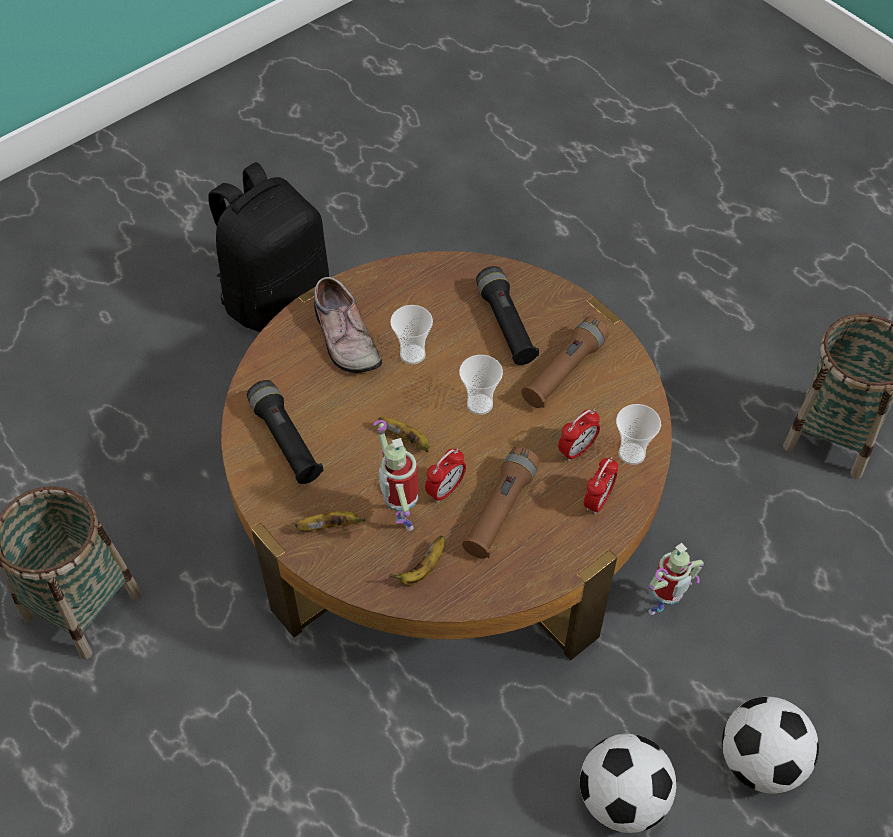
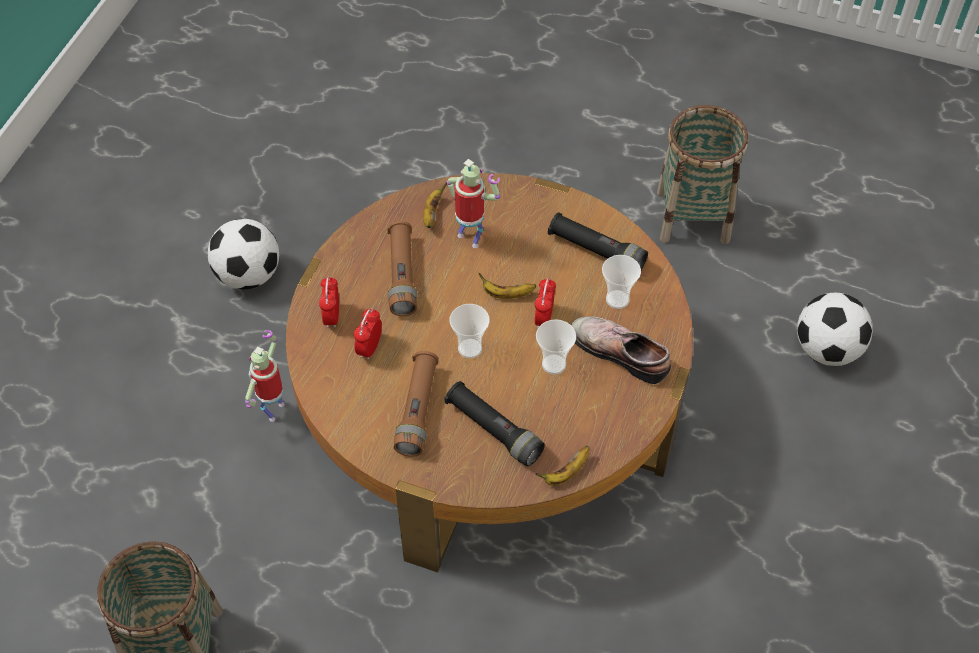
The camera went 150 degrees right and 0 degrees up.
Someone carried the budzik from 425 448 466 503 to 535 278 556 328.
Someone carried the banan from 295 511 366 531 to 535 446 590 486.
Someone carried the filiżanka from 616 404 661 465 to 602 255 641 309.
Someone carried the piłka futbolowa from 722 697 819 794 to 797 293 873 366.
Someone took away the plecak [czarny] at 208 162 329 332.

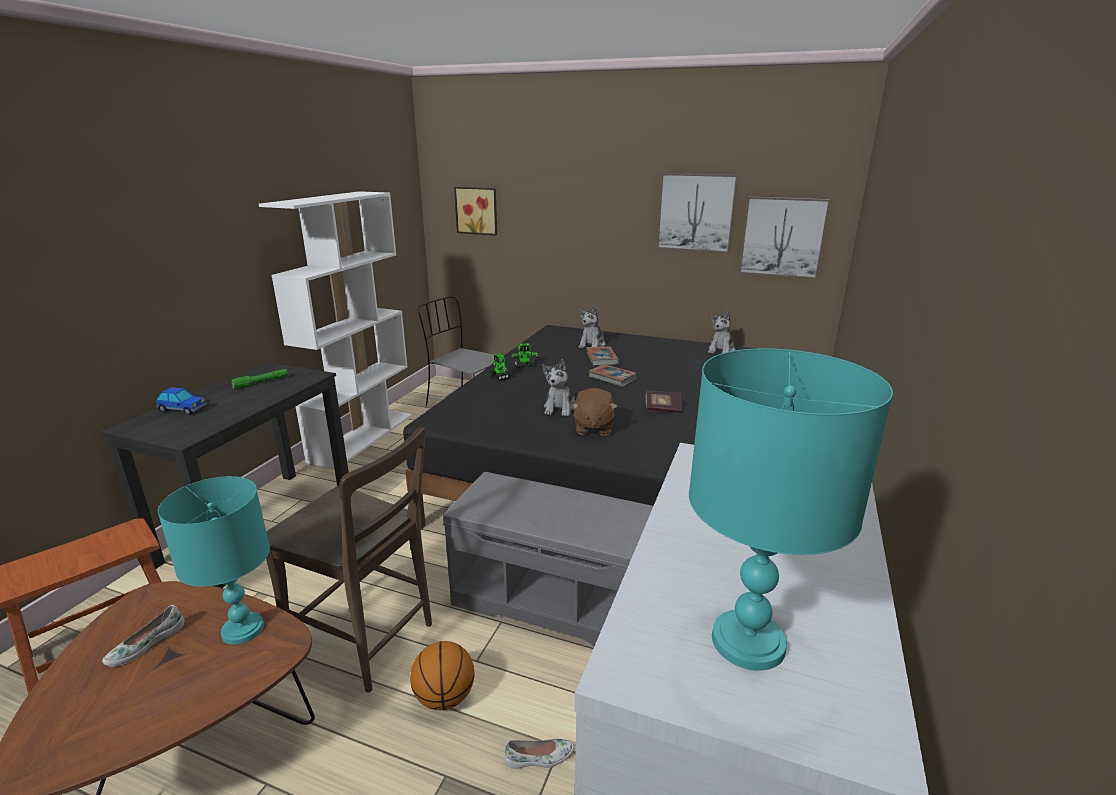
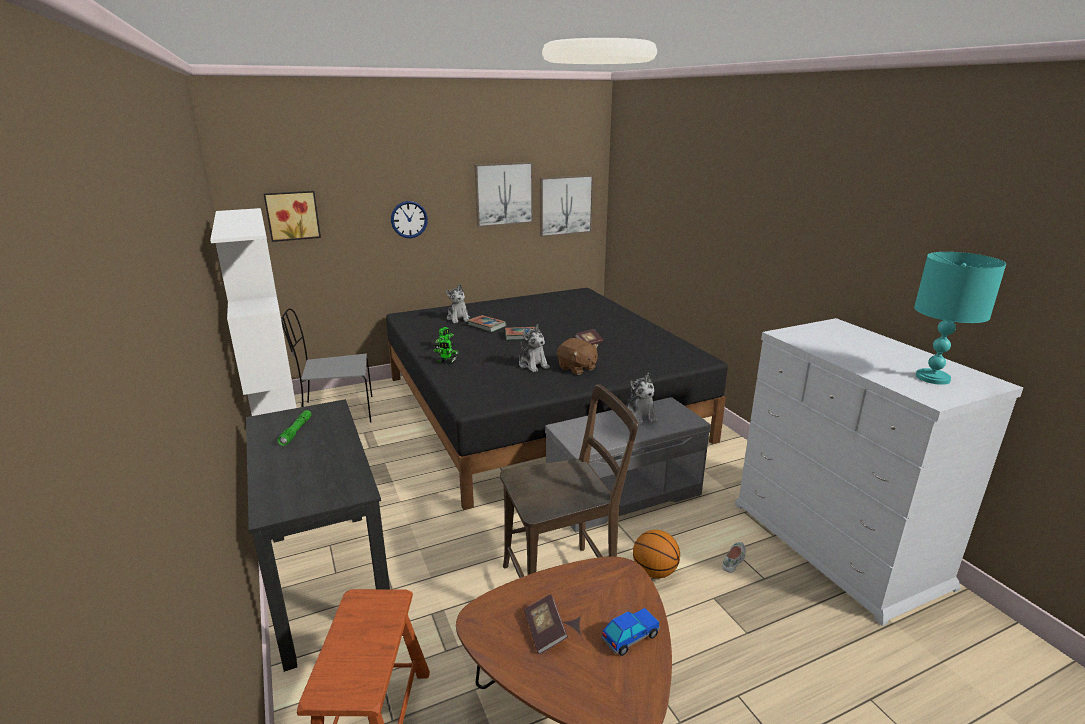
The camera went 45 degrees left and 0 degrees up.
Someone put up the zegar ścienny at 391 201 428 238.
Someone swapped the but [biały] at 102 605 184 667 for the książka at 524 594 568 654.
Someone carried the samochodzik from 156 387 207 415 to 601 608 660 656.
Someone carried the pluszak from 708 310 736 354 to 627 373 658 425.
Someone took away the lampa stołowa [turkusowy] at 158 476 270 645.

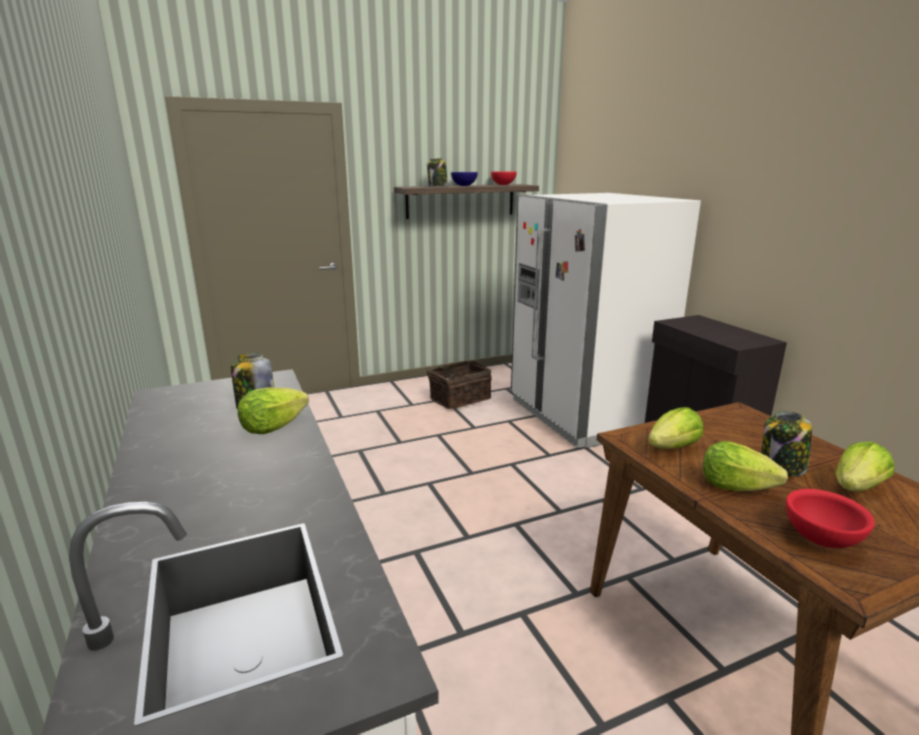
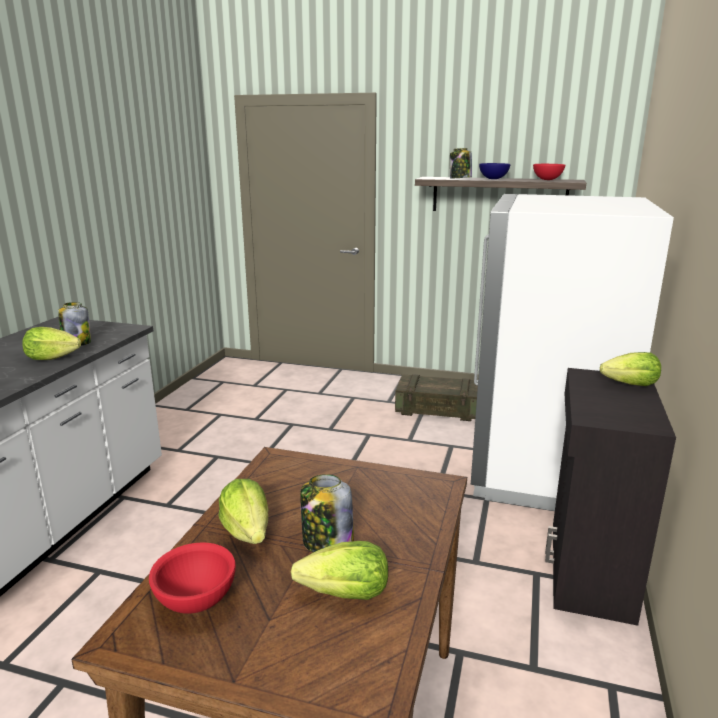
The camera went 40 degrees right and 0 degrees up.
Someone swapped the koszyk at 426 361 491 409 for the skrzynka at 395 374 478 421.
Someone carried the sałata from 648 407 703 449 to 600 352 661 386.

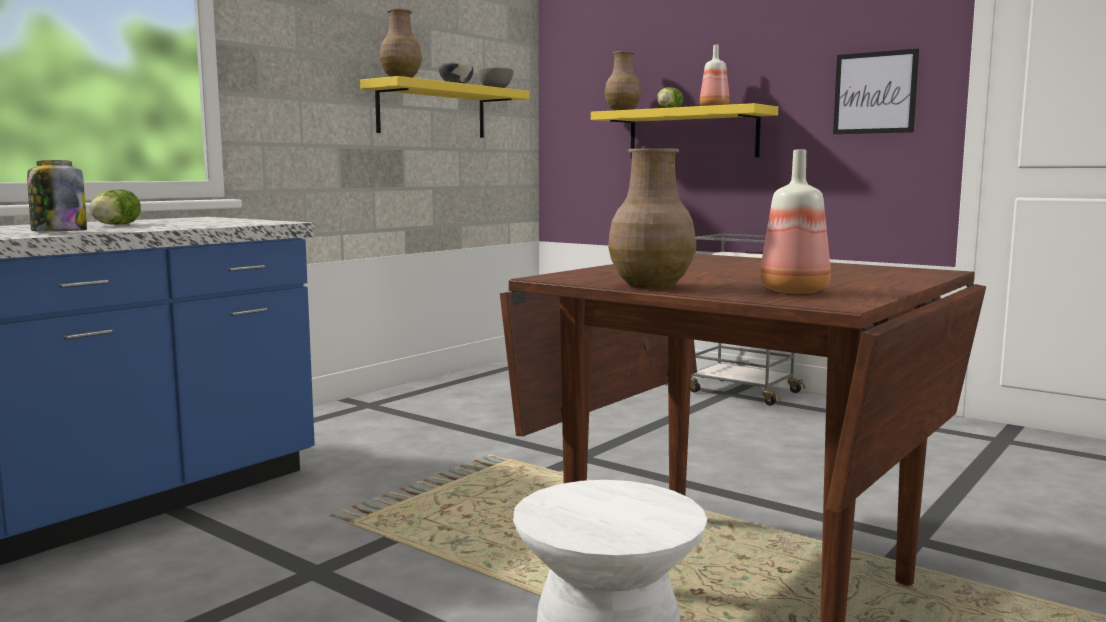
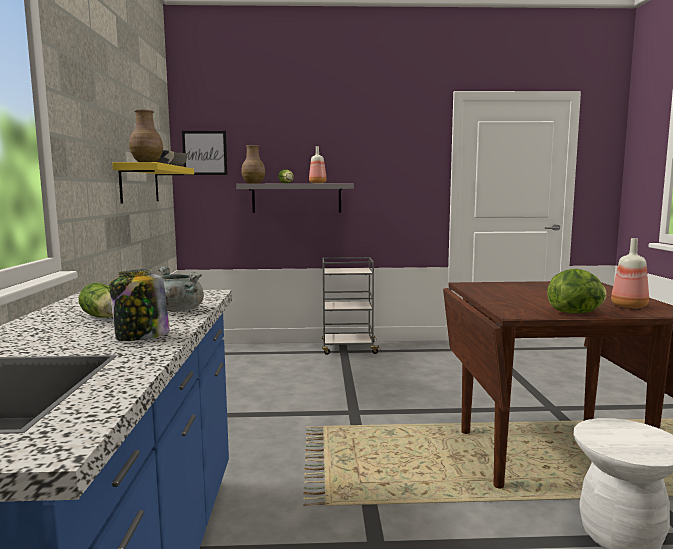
The camera went 40 degrees left and 0 degrees up.
Someone put down the garnek [szary] at 158 266 204 312.
Someone carried the obraz from 833 49 919 134 to 182 131 227 175.
Someone repainted the półka [żółty] at 591 103 778 159, which became the półka [szary] at 236 183 354 213.
Someone swapped the wazon [brązowy] at 608 148 696 289 for the sałata at 547 269 607 313.

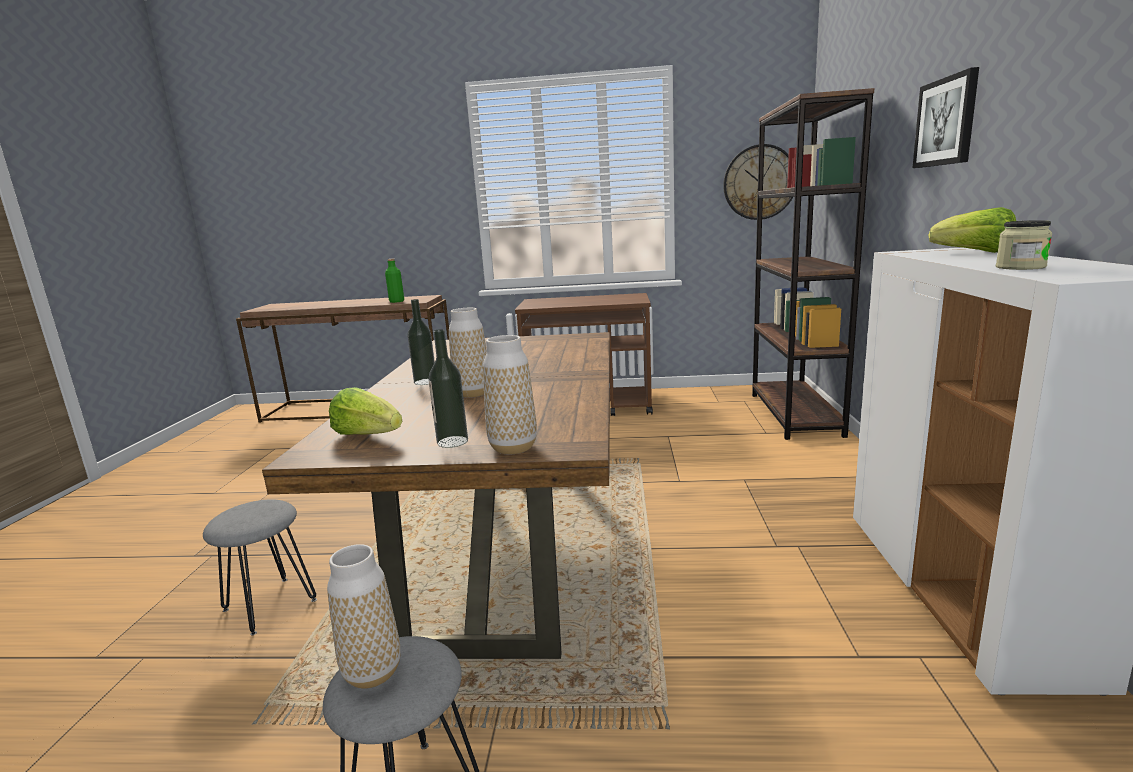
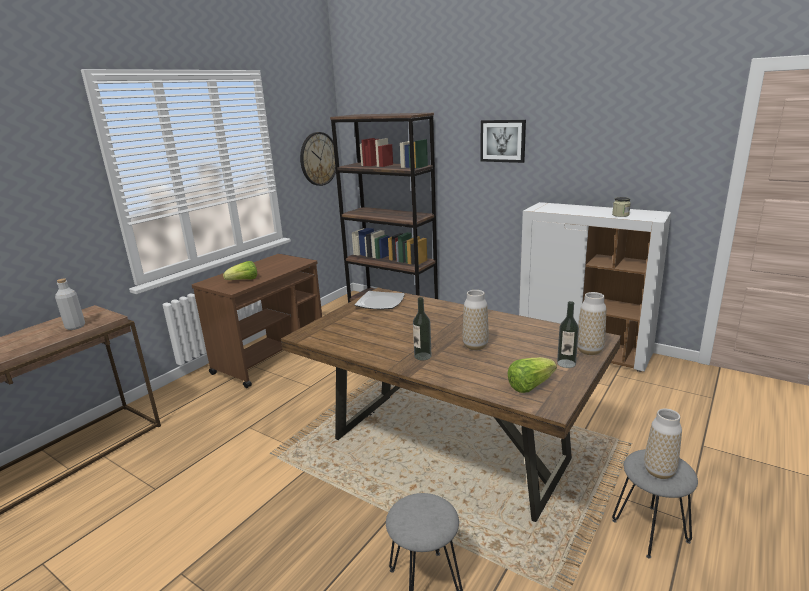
The camera went 60 degrees left and 5 degrees up.
Someone repainted the butelka [zielony] at 385 259 404 303, which became the butelka [szary] at 55 279 85 330.
Someone carried the sałata from 928 207 1016 253 to 223 261 257 280.
Someone put down the talerz at 355 291 405 310.

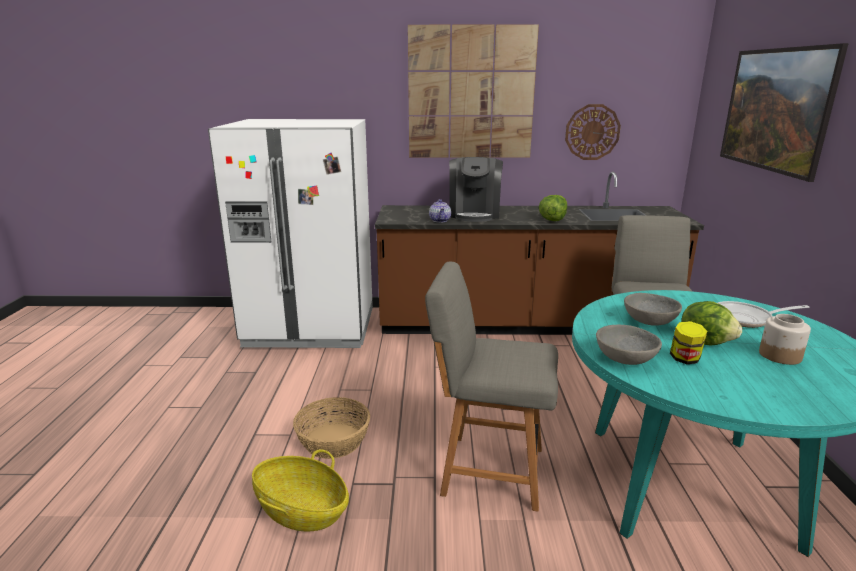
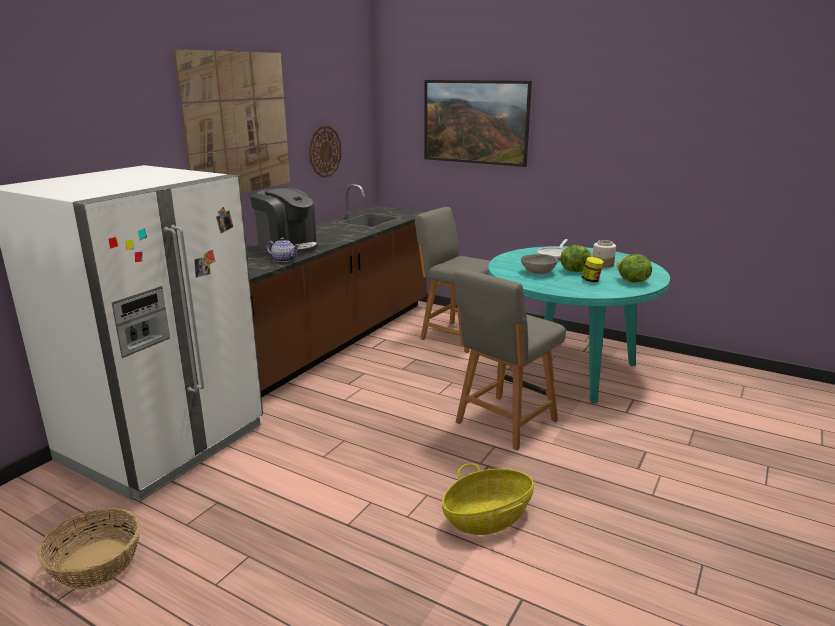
The camera went 60 degrees left and 0 degrees up.
Someone carried the koszyk from 293 397 370 459 to 38 508 140 589.
Someone carried the sałata from 539 195 567 221 to 617 254 652 283.
Someone took away the miska [szary] at 596 325 662 365.

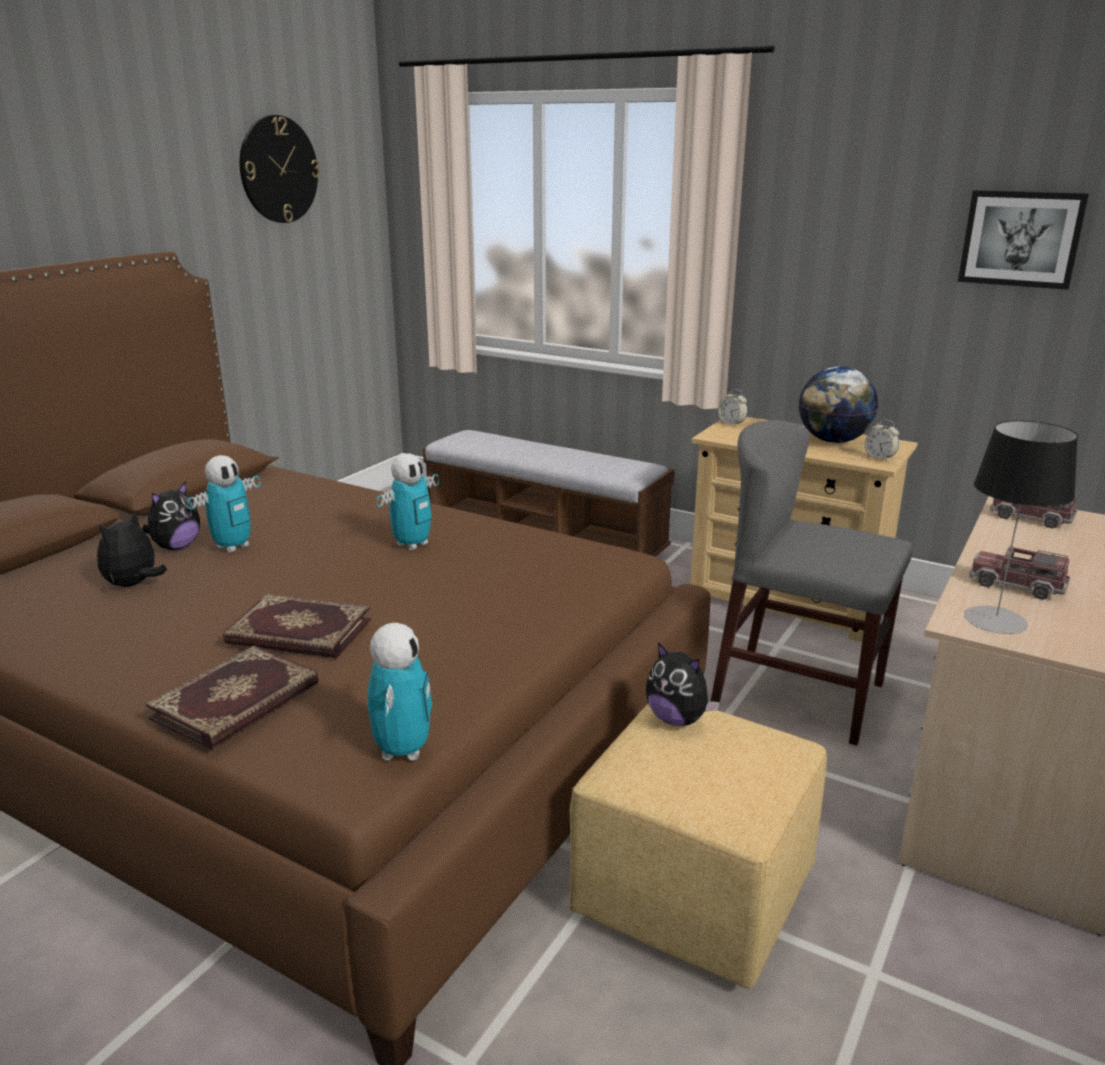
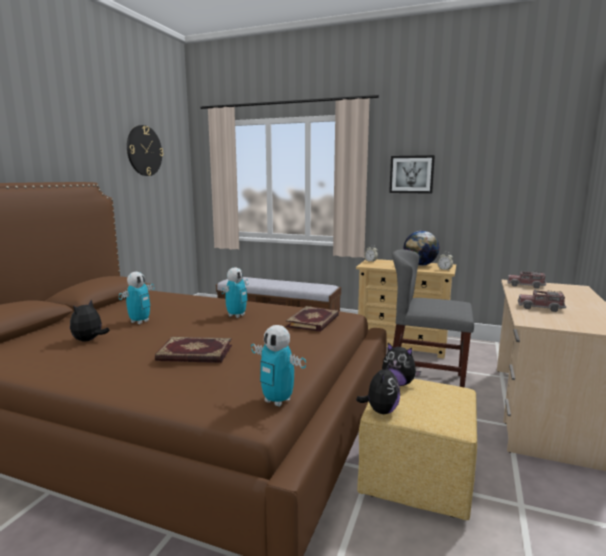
The camera went 10 degrees left and 10 degrees down.
Someone rotated the robot zabawkowy at 367 623 432 761 by 135 degrees clockwise.
Someone carried the książka from 146 646 319 749 to 286 306 339 332.
Someone carried the pluszak from 142 481 200 550 to 356 362 400 414.
Someone carried the obraz from 958 190 1089 290 to 389 155 435 194.
Someone took away the lampa stołowa at 964 420 1078 634.

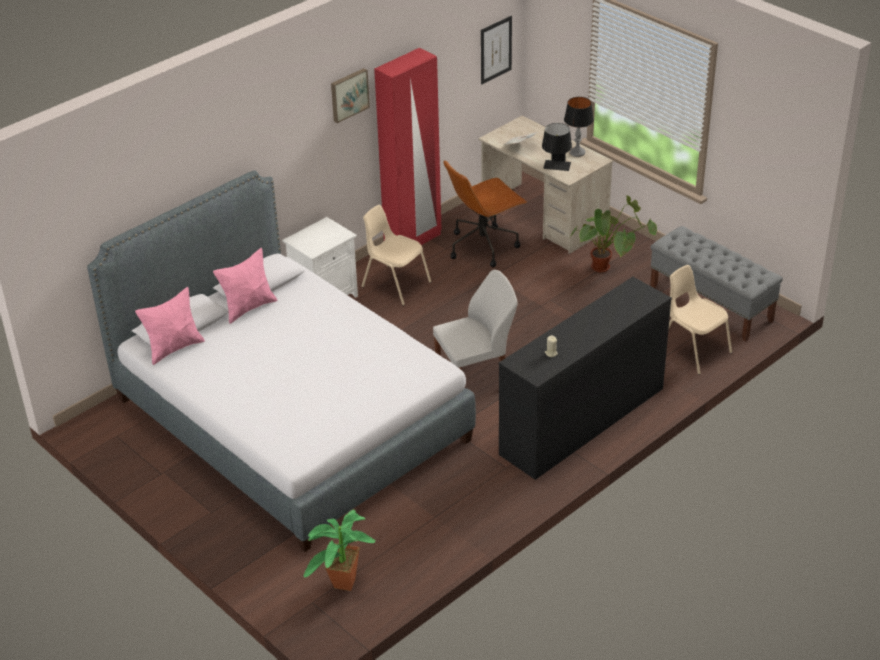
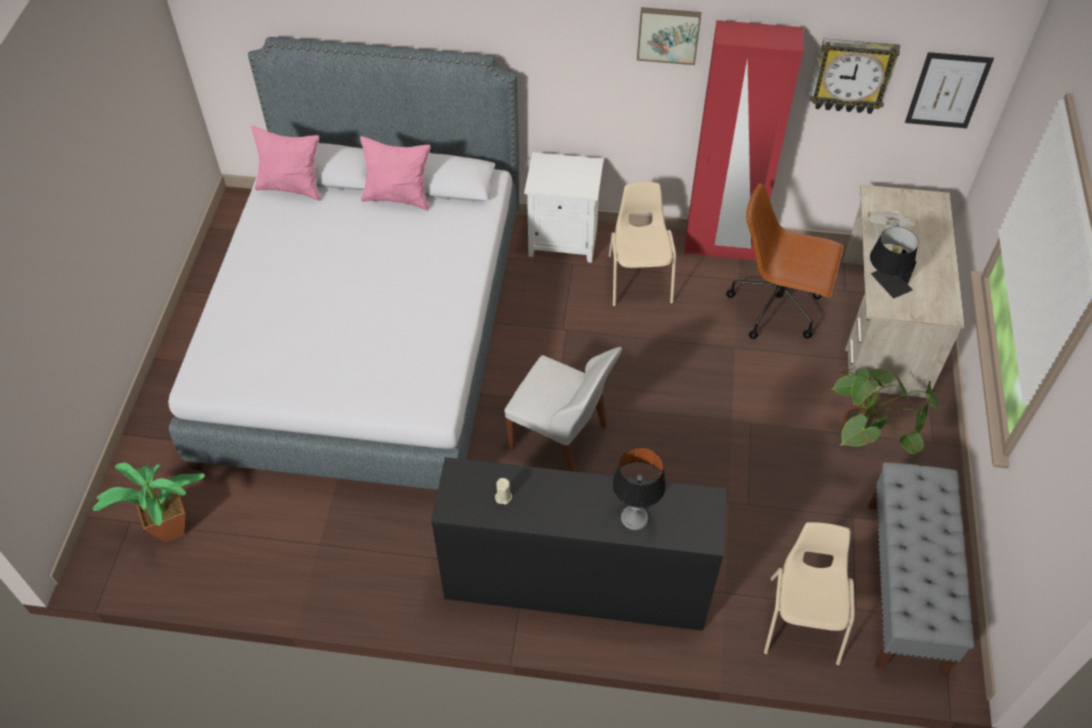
The camera went 50 degrees right and 15 degrees up.
Someone carried the lampa stołowa from 564 97 594 157 to 612 447 666 530.
Someone put up the zegar ścienny at 809 38 900 114.

